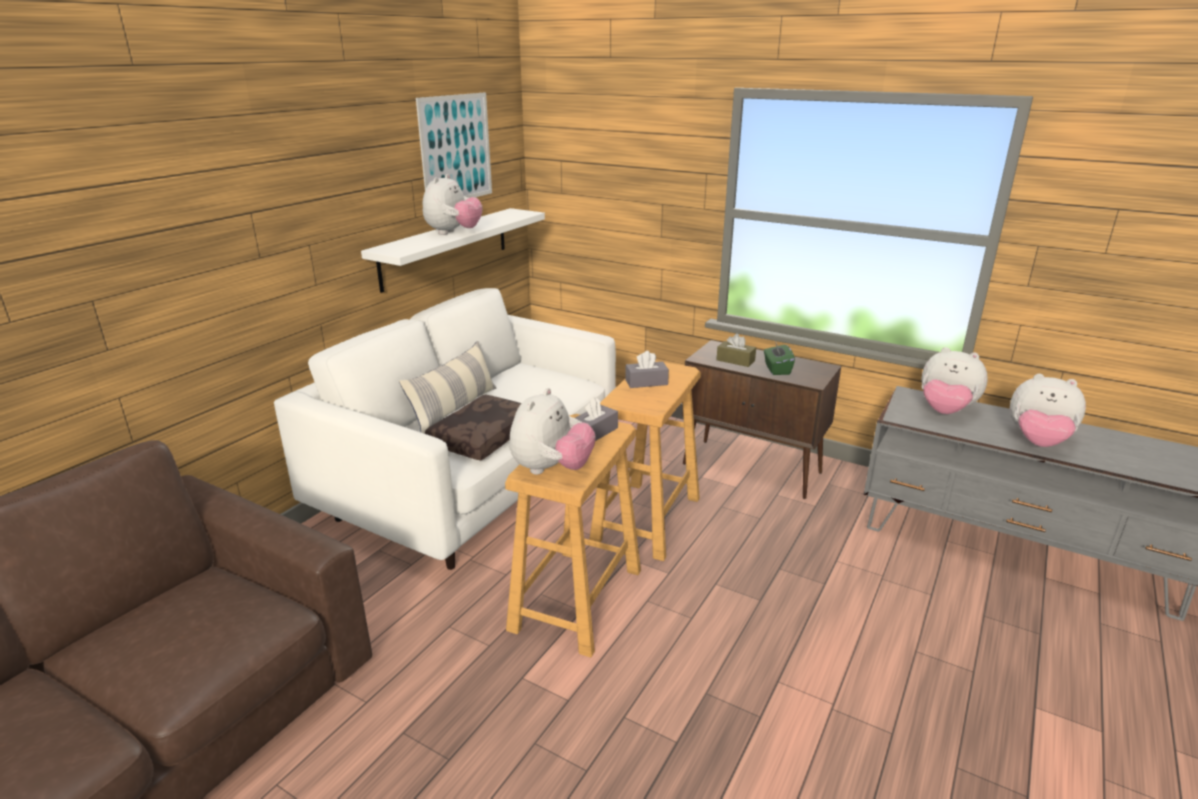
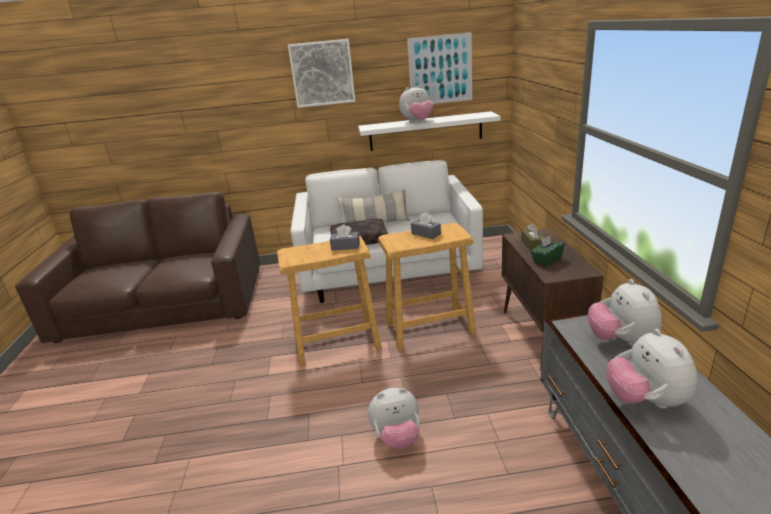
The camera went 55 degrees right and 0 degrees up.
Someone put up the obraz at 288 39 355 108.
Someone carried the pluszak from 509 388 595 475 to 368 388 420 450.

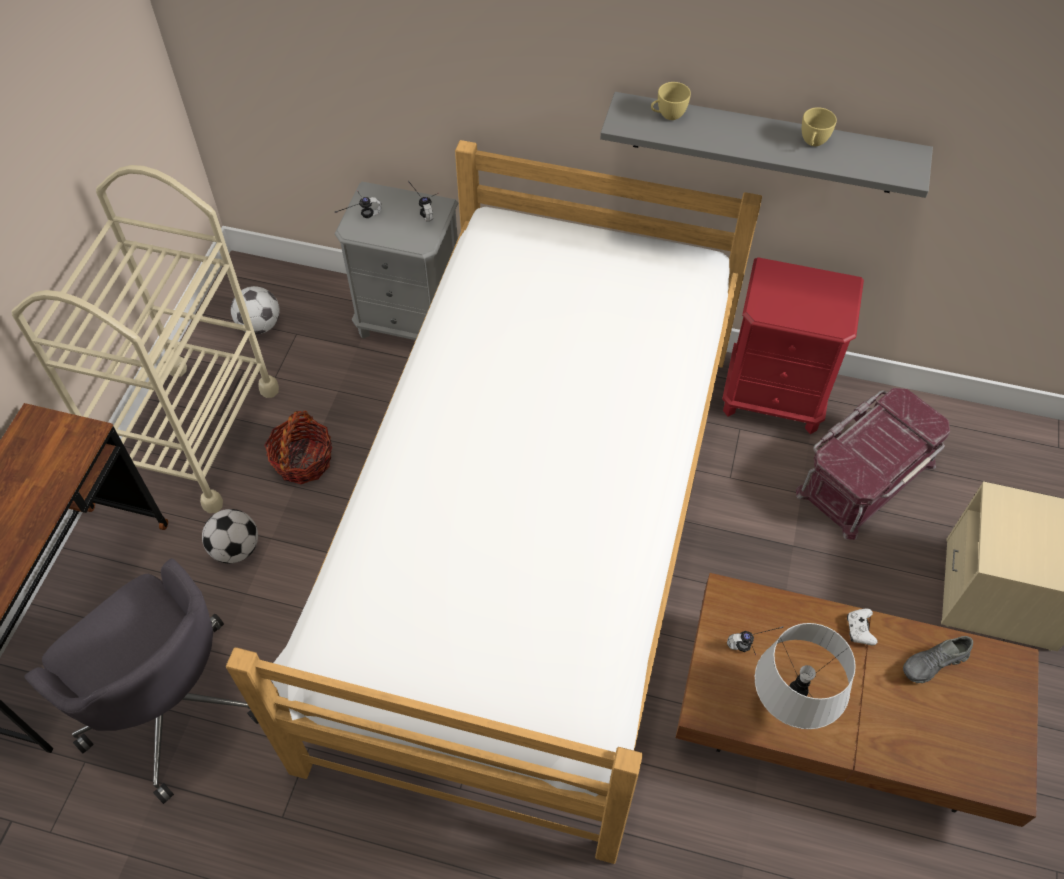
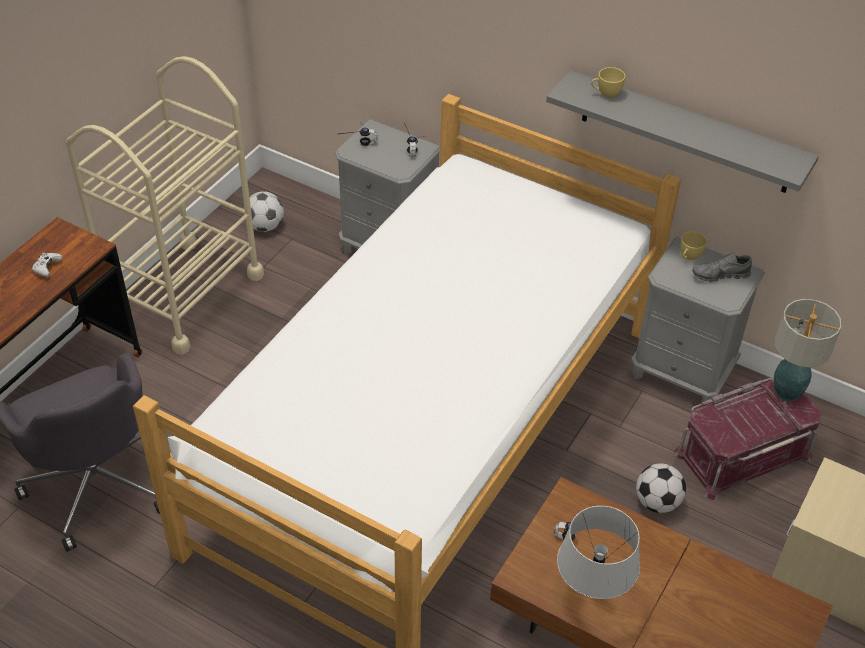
The camera went 15 degrees right and 10 degrees down.
Someone carried the pad do gier [biały] from 847 608 878 645 to 32 252 62 277.
Someone repainted the szafka nocna [czerwony] at 722 257 864 434, which became the szafka nocna [szary] at 631 237 765 402.
Someone carried the piłka futbolowa from 202 509 258 564 to 636 463 686 513.
Someone carried the filiżanka [żółty] from 802 107 837 146 to 680 231 707 260.
Someone carried the but [szary] from 903 636 973 683 to 692 253 752 282.
Someone put down the lampa stołowa at 774 299 842 401.
Someone took away the koszyk at 264 411 332 484.

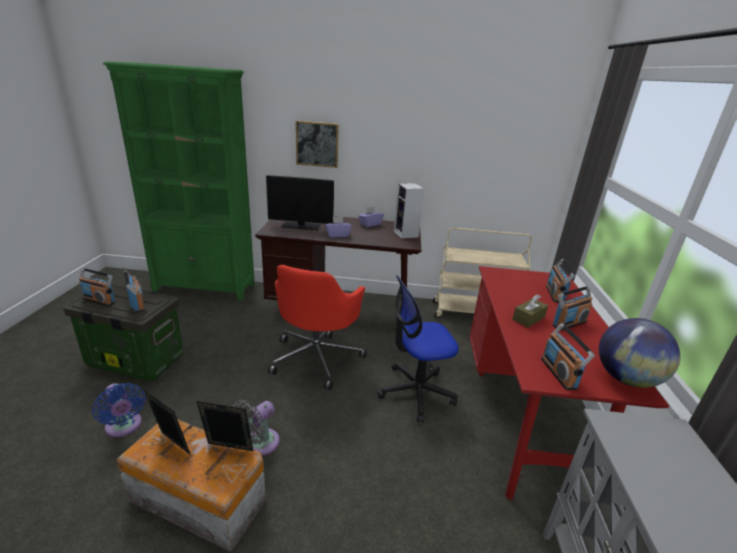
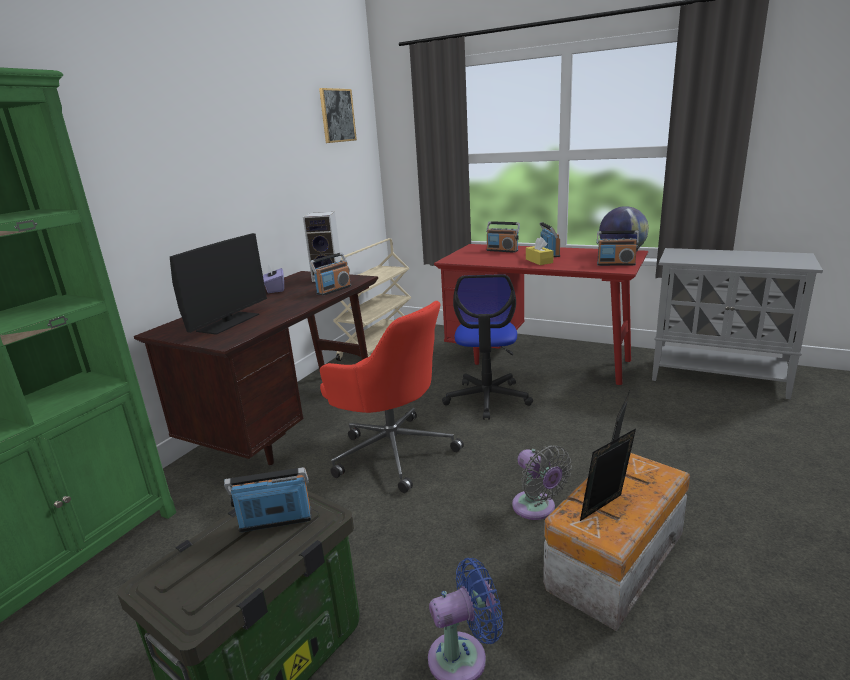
The camera went 65 degrees left and 5 degrees down.
Someone carried the radio from 79 268 115 306 to 309 252 351 296.
Someone carried the obraz from 296 121 339 168 to 319 88 357 143.
Someone repainted the pudełko chusteczek [brązowy] at 512 294 548 327, which became the pudełko chusteczek [żółty] at 526 237 554 265.
Someone took away the pudełko chusteczek [fioletowy] at 325 217 352 238.

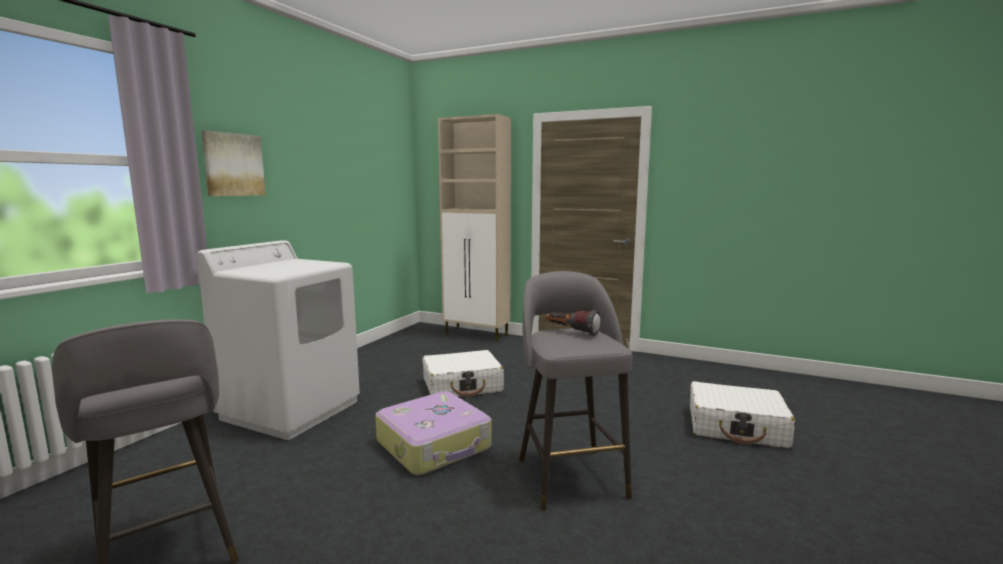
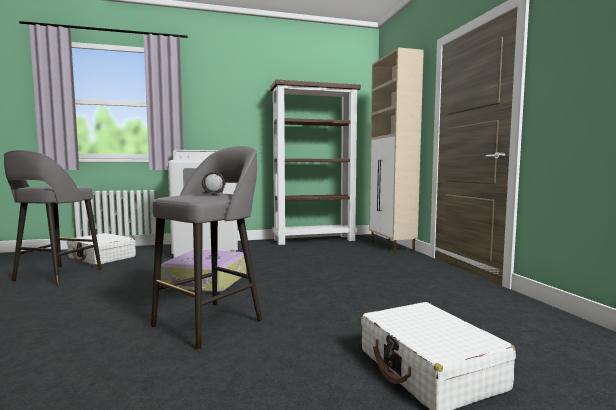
The camera went 50 degrees right and 5 degrees down.
Someone carried the walizka [biały] from 423 350 504 397 to 67 233 136 265.
Someone put down the regał [brązowy] at 270 79 361 245.
Someone took away the obraz at 201 130 266 196.

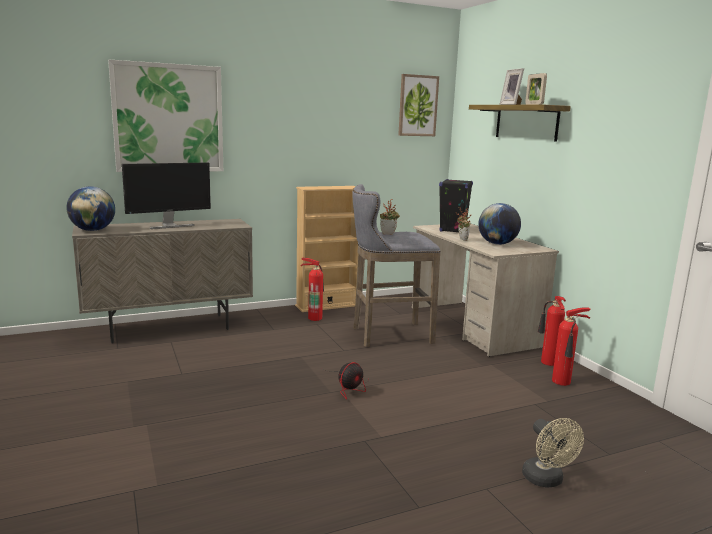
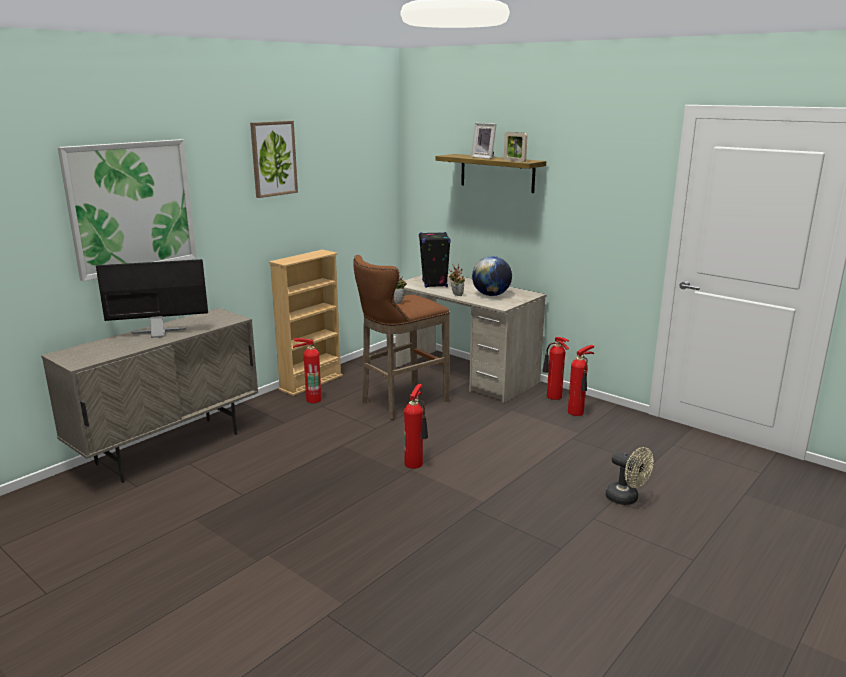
The camera went 25 degrees left and 5 degrees up.
Someone rotated the monitor at 122 162 211 229 by 135 degrees counterclockwise.
Someone carried the obraz from 398 74 439 136 to 250 121 298 198.
Someone repainted the stołek [szary] at 352 184 441 347, which became the stołek [brązowy] at 353 255 450 420.
Someone swapped the wentylator at 320 362 368 400 for the gaśnica at 404 384 428 469.
Someone took away the globus at 66 186 115 231.

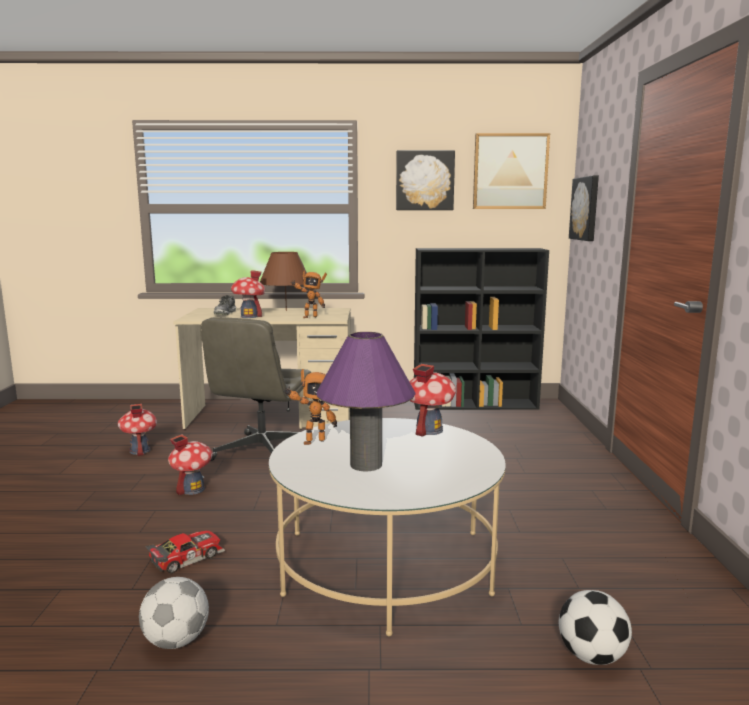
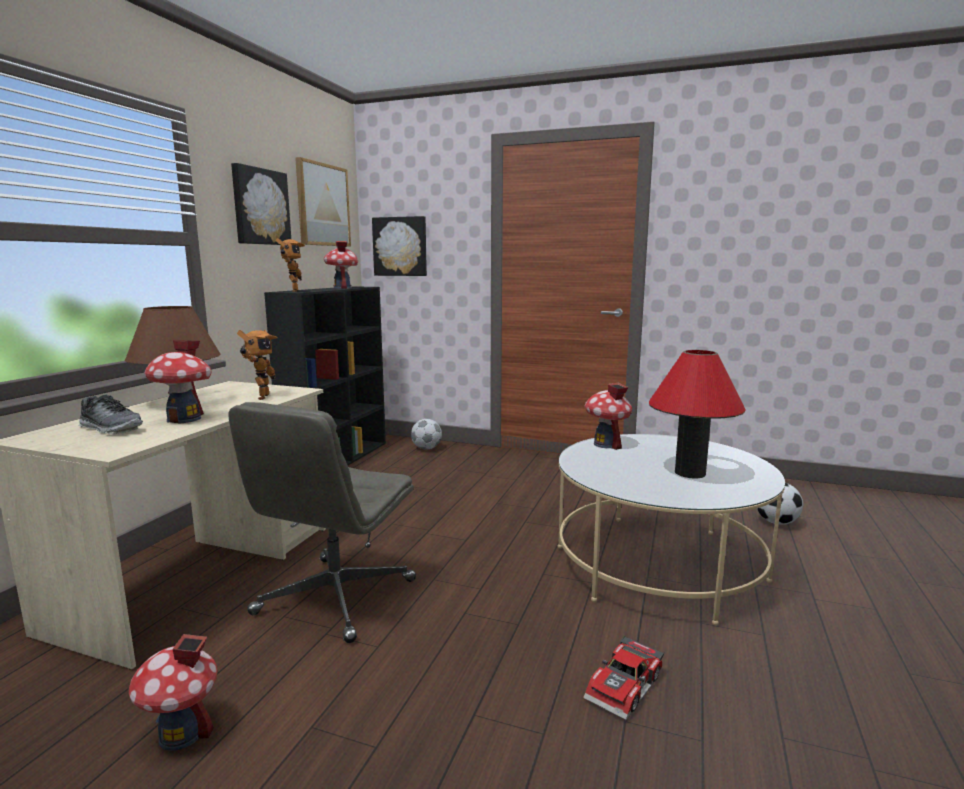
The camera went 70 degrees left and 0 degrees up.
Someone rotated the krzesło biurowe [szary] at 201 317 311 461 by 75 degrees clockwise.
Someone carried the robot zabawkowy from 283 369 337 445 to 275 238 305 292.
Someone carried the domek from 168 434 213 496 to 324 241 358 289.
Someone carried the piłka futbolowa from 139 577 209 649 to 411 419 442 449.
Someone rotated the samochodzik at 146 530 225 573 by 120 degrees counterclockwise.
Someone repainted the lampa stołowa [fioletowy] at 317 332 416 471, which became the lampa stołowa [czerwony] at 649 350 746 479.

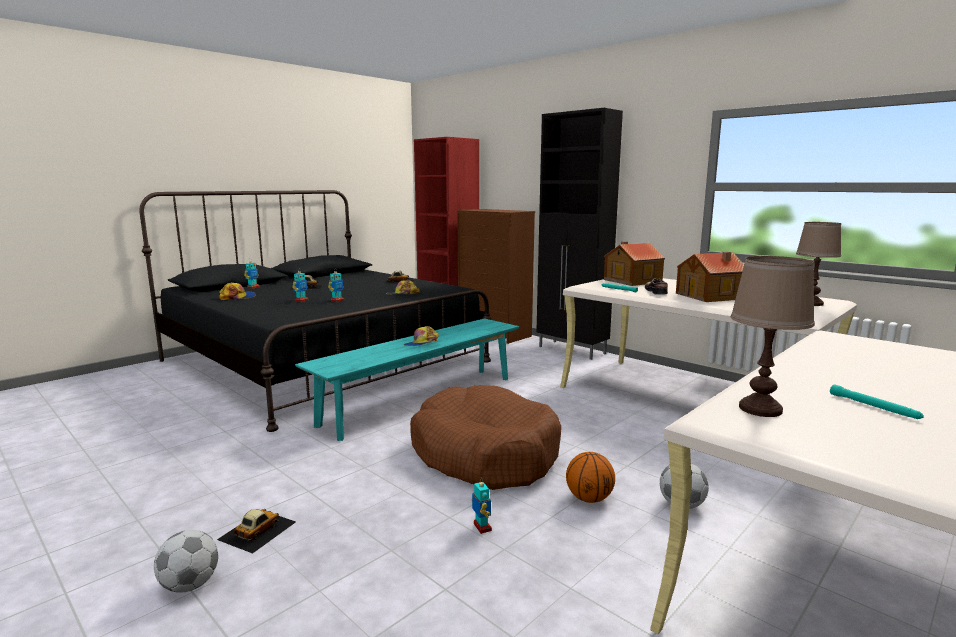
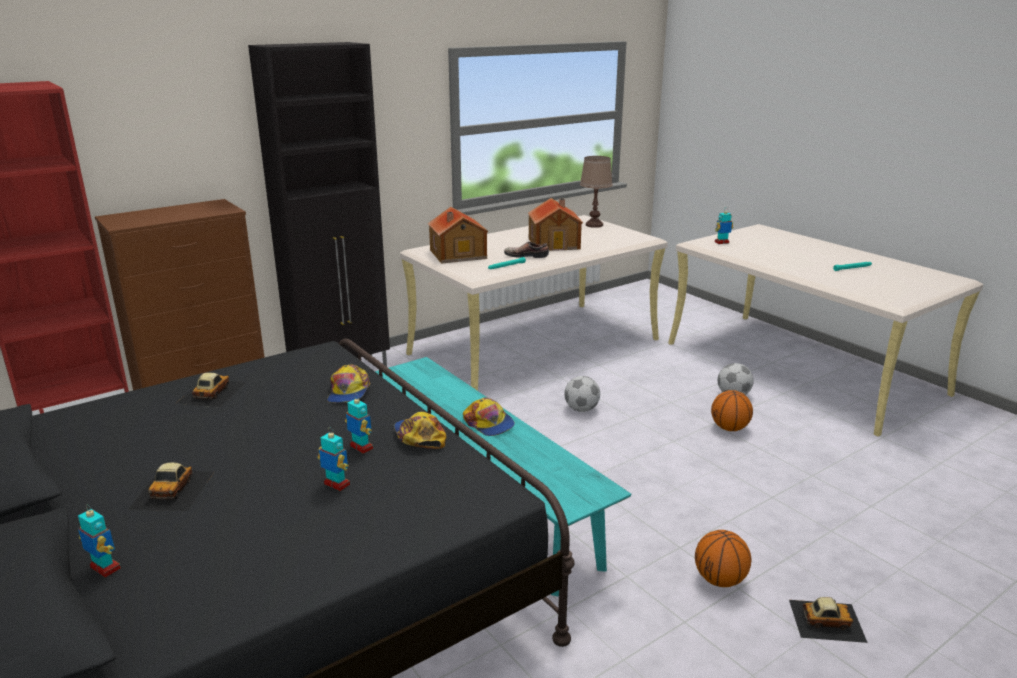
The camera went 80 degrees left and 10 degrees up.
Someone carried the czapka z daszkiem from 219 283 256 300 to 394 412 446 449.
Someone carried the piłka futbolowa from 154 530 218 592 to 564 376 600 412.
Someone put down the piłka do koszykówki at 695 530 752 587.
Someone carried the robot zabawkowy from 471 478 492 534 to 715 208 733 244.
Someone rotated the samochodzik at 217 509 296 554 by 150 degrees clockwise.
Someone took away the legowisko [brązowy] at 410 385 562 490.
Someone took away the lampa stołowa [brązowy] at 731 256 815 417.

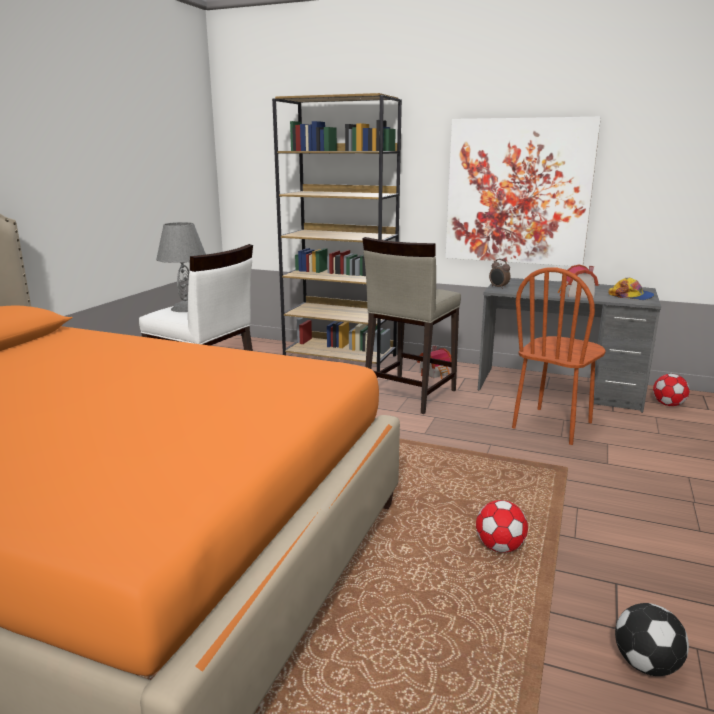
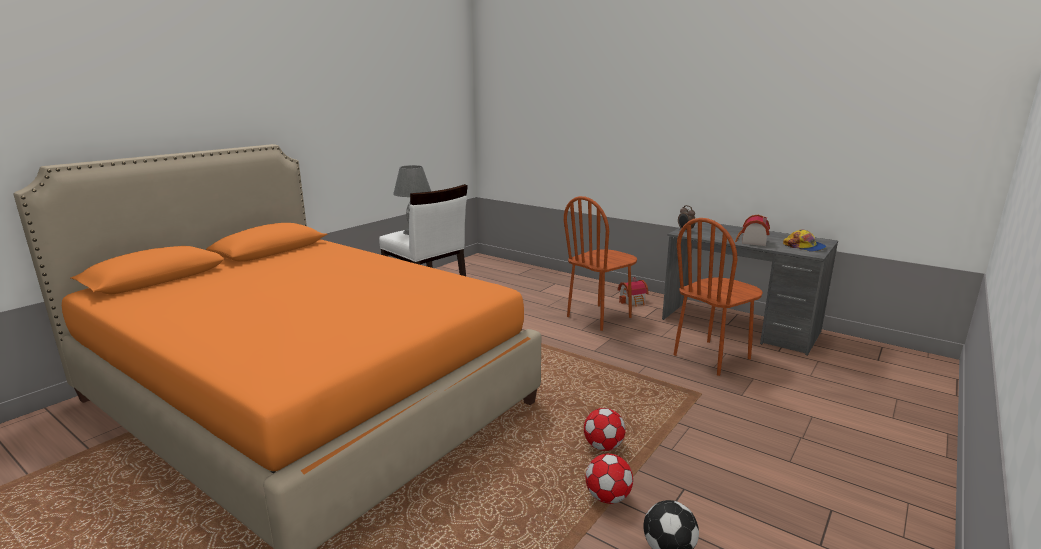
The camera went 15 degrees right and 0 degrees up.
Someone swapped the stołek [beżowy] at 363 237 461 414 for the krzesło [brązowy] at 564 196 637 331.
Someone carried the piłka futbolowa from 653 374 690 406 to 585 454 633 504.
Someone took away the regał [brązowy] at 272 93 402 372.
Someone took away the obraz at 445 117 601 266.

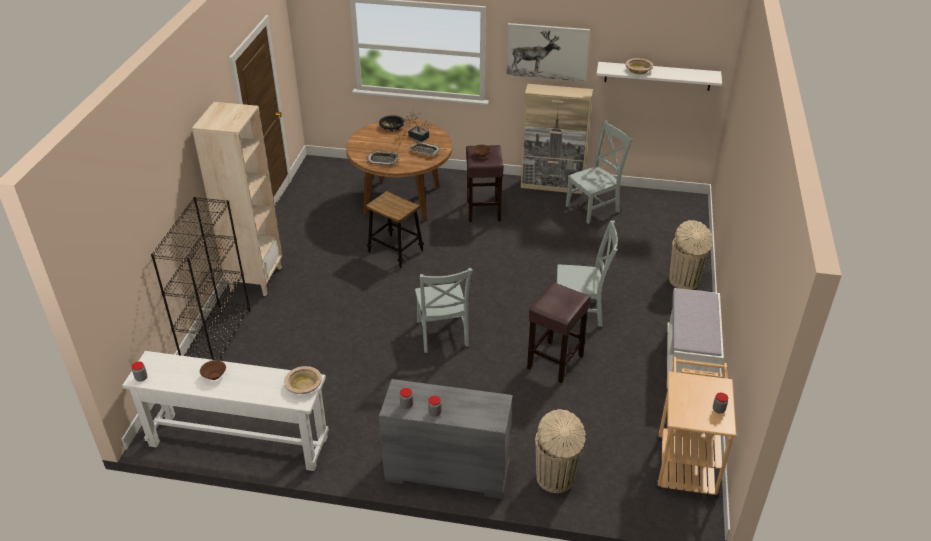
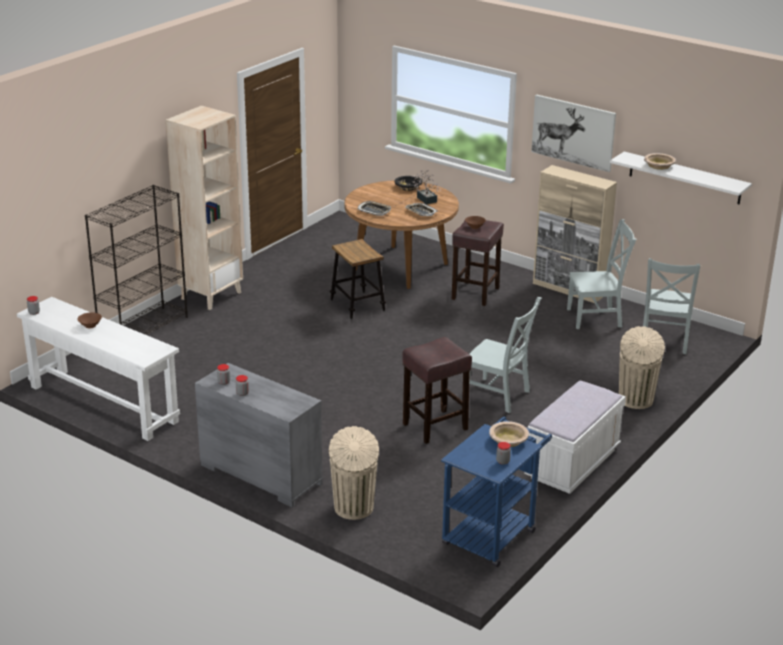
The camera went 25 degrees right and 10 degrees down.
Someone repainted the wózek [beżowy] at 655 357 737 497, which became the wózek [niebieski] at 441 417 552 567.
Someone carried the miska [beżowy] from 284 366 322 394 to 489 421 529 447.
Someone carried the krzesło [szary] from 415 268 473 353 to 643 258 701 354.

